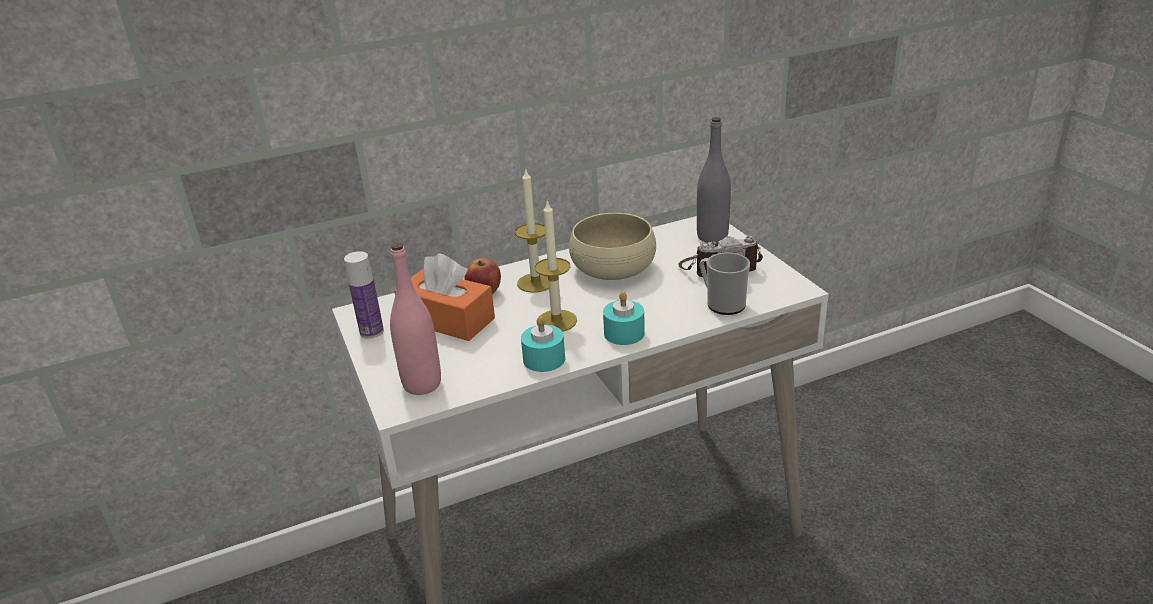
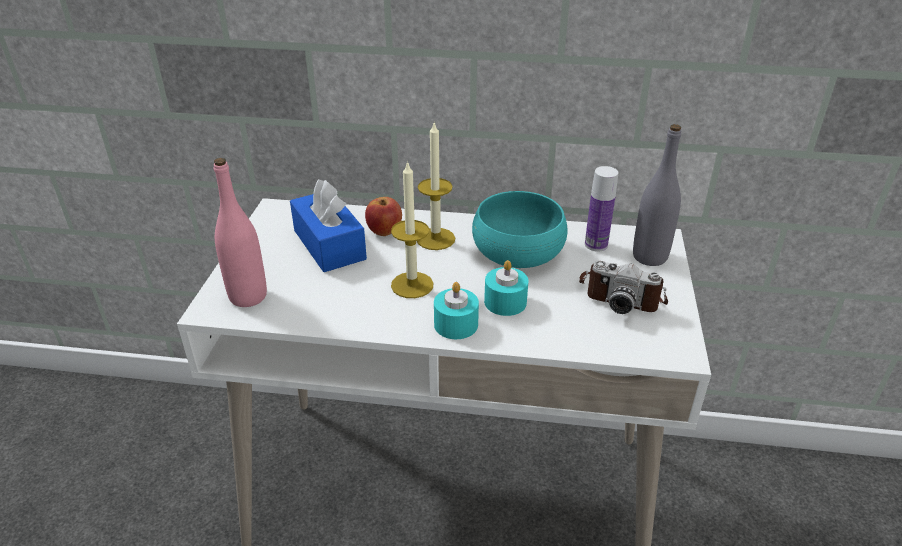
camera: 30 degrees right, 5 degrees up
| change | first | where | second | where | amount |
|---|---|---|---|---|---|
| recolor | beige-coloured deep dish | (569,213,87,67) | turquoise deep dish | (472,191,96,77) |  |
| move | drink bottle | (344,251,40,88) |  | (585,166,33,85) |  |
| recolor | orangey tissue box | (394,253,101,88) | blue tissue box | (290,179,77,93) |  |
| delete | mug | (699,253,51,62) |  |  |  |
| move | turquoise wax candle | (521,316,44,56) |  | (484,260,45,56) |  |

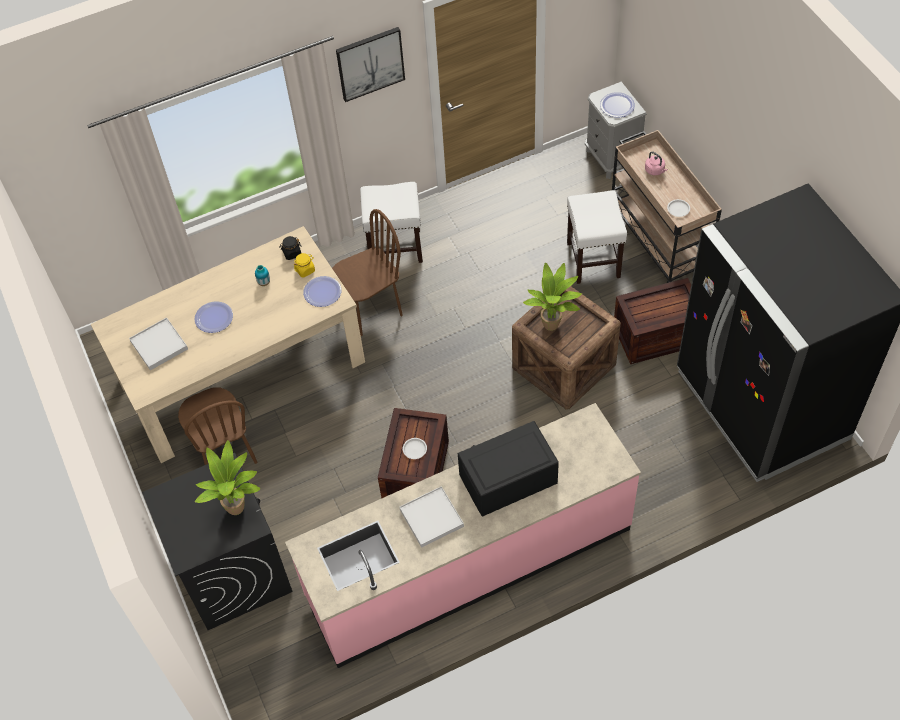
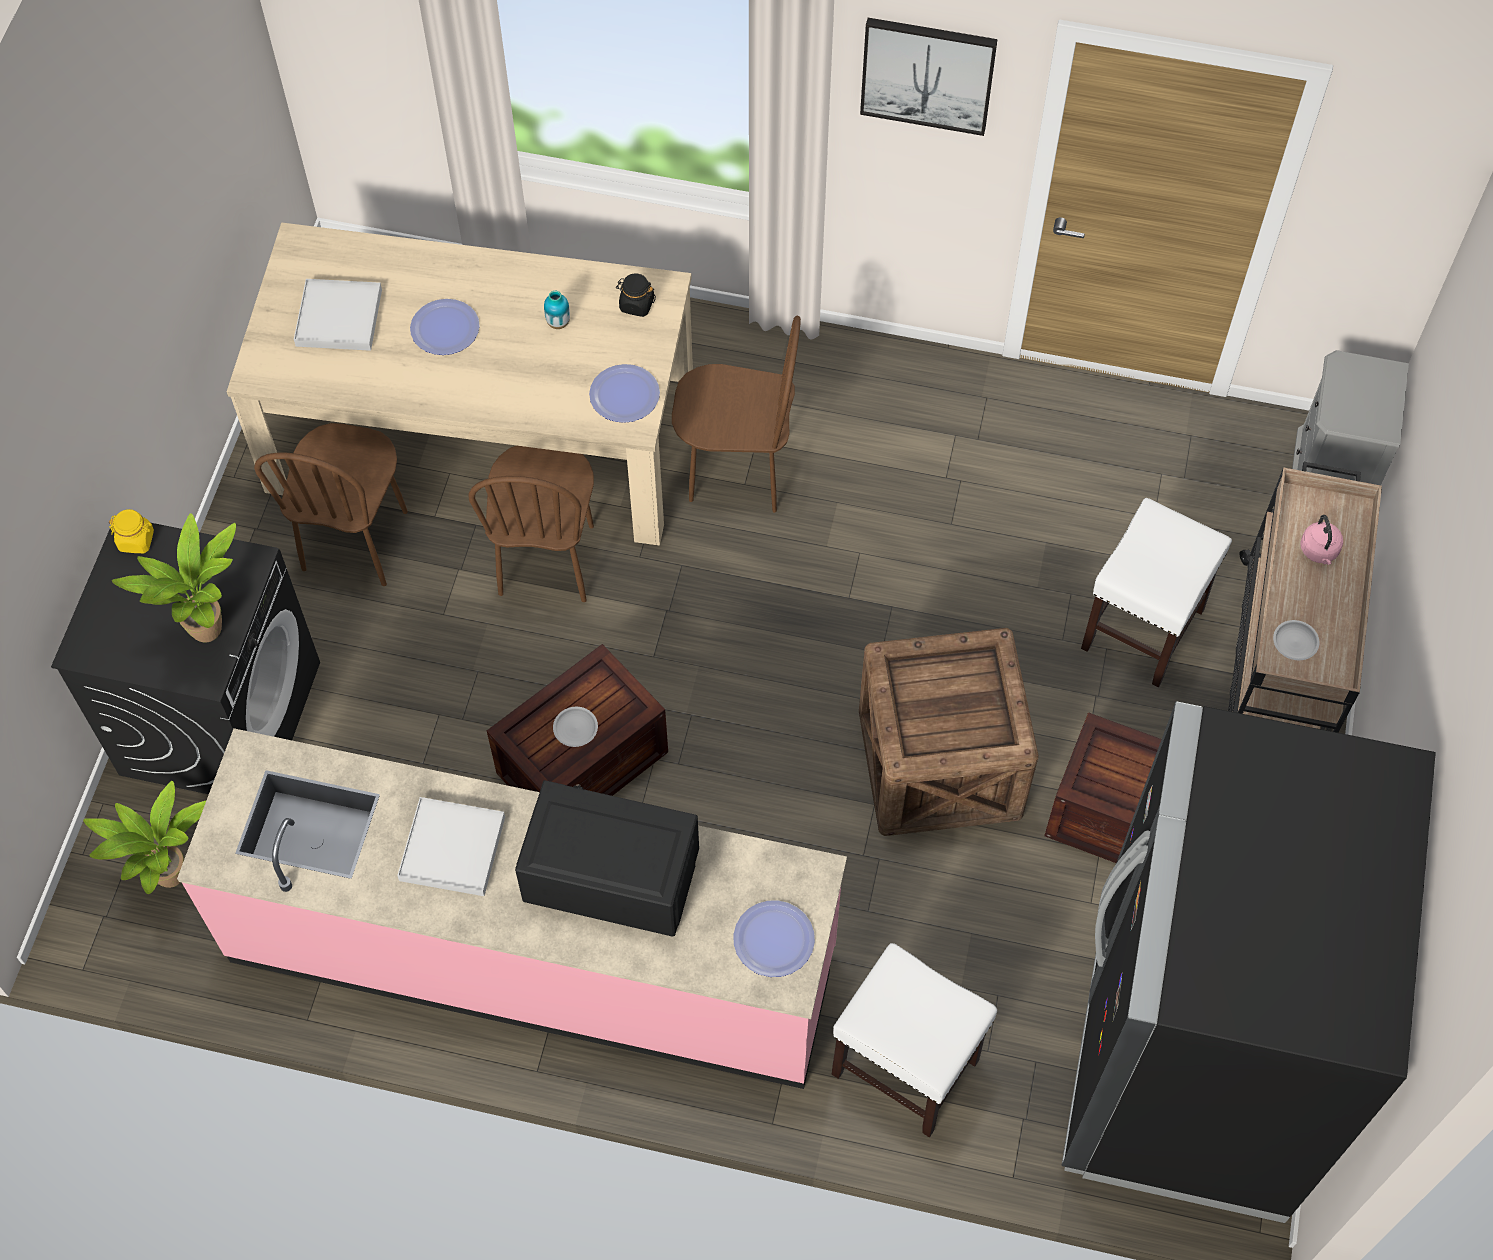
camera: 35 degrees right, 5 degrees up
| change | first | where | second | where | amount |
|---|---|---|---|---|---|
| move | dinner plate | (600,92,35,25) |  | (733,900,82,77) |  |
| move | white stool seat | (360,182,63,81) |  | (832,943,165,194) |  |
| move | yellowish preserve jar | (294,253,21,24) |  | (109,509,45,44) |  |
| move | plant in a pot | (523,263,59,68) |  | (83,781,123,113) |  |
| insert |  |  | brown-coloured chair | (469,446,125,156) |  |

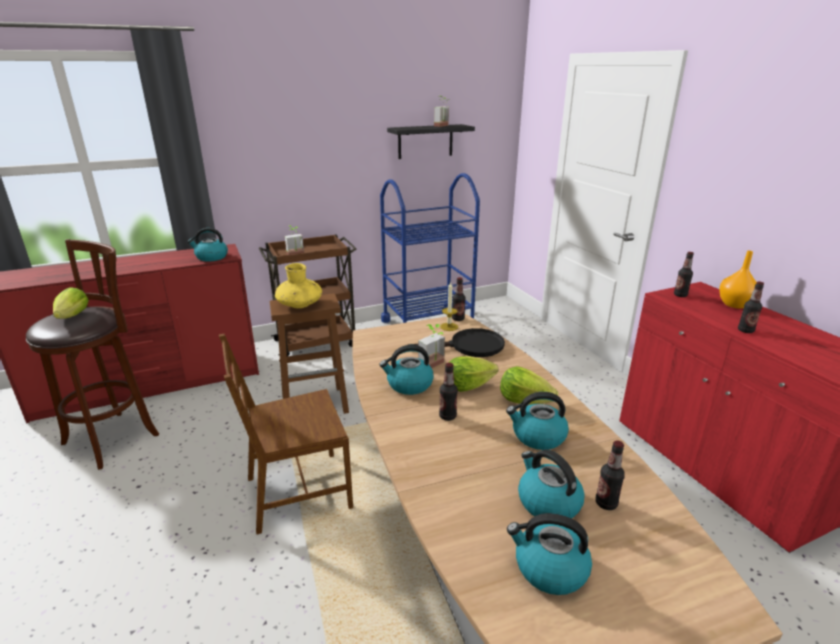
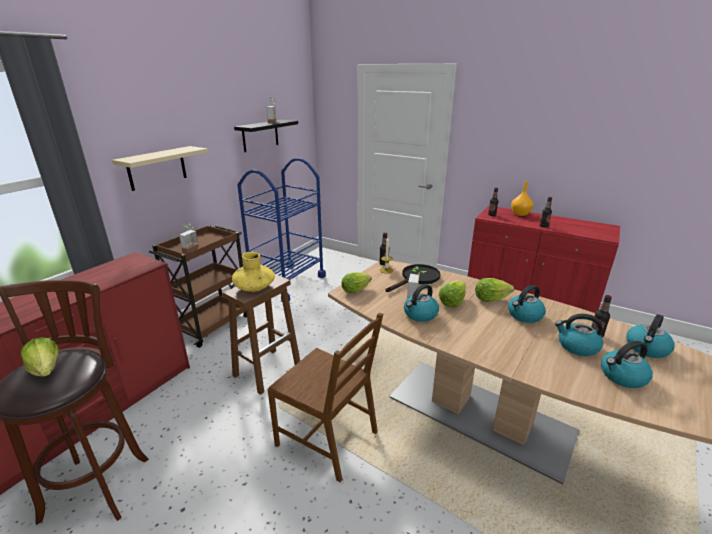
camera: 35 degrees left, 0 degrees up
| change | first | where | second | where | amount |
|---|---|---|---|---|---|
| move | water kettle | (187,228,41,34) |  | (626,314,49,44) |  |
| rotate | brown-coloured chair | (219,334,134,200) |  | (268,313,115,169) | 90 degrees counterclockwise |
| delete | drink bottle | (439,363,19,58) |  |  |  |
| insert |  |  | beige-coloured shelf | (112,146,96,45) |  |
| insert |  |  | head of lettuce | (341,272,31,21) |  |

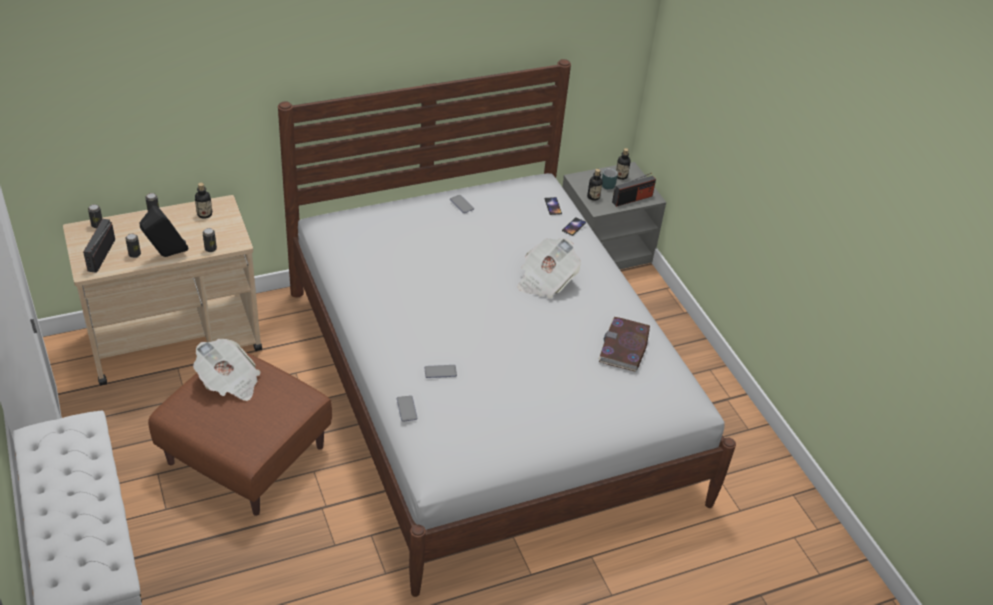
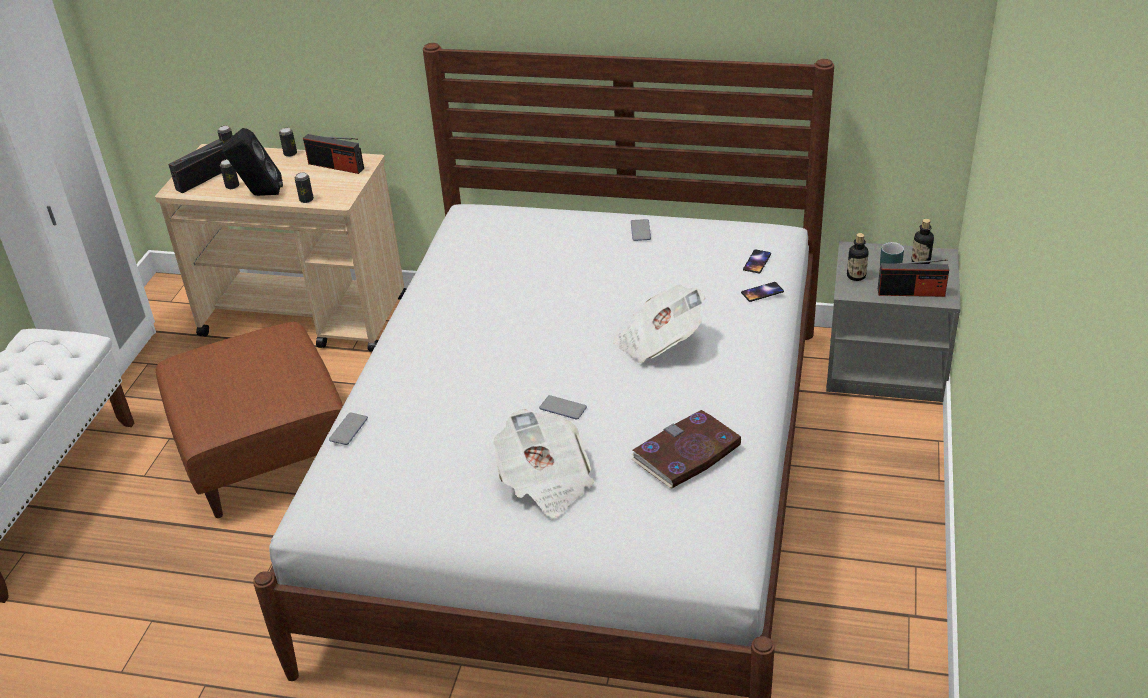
camera: 40 degrees right, 5 degrees down
| change | first | where | second | where | amount |
|---|---|---|---|---|---|
| replace | drink bottle | (195,183,17,36) | radio | (303,134,61,40) |  |
| move | newspaper | (193,339,67,62) |  | (493,409,101,109) |  |
| move | telephone | (424,365,33,13) |  | (539,395,48,24) |  |

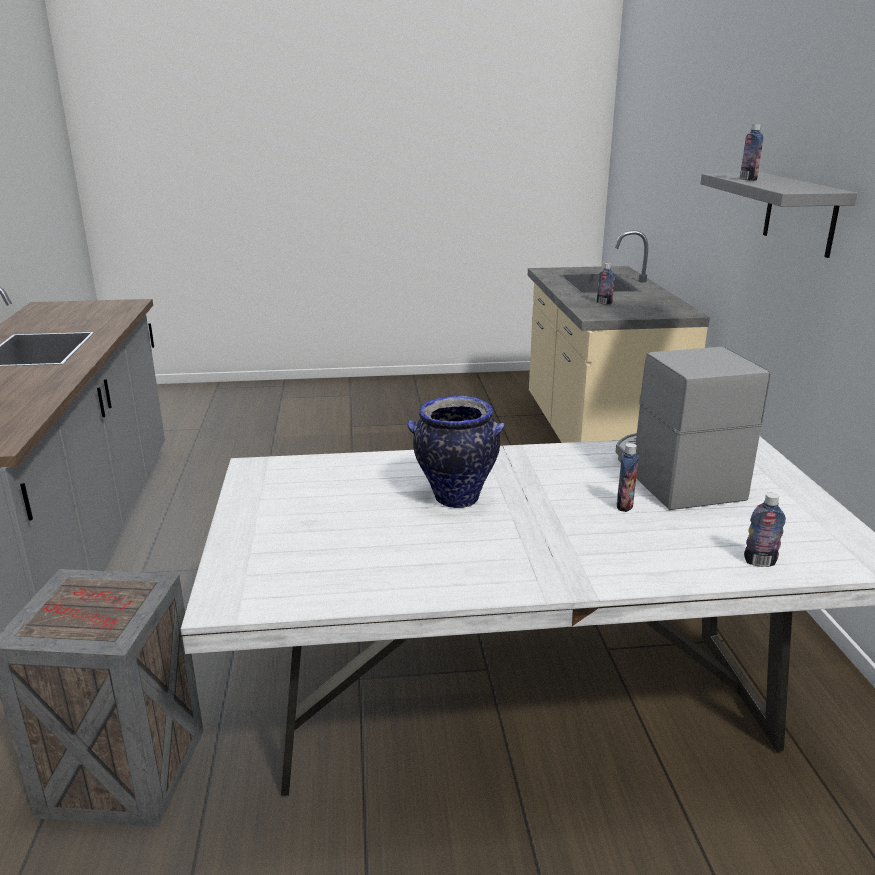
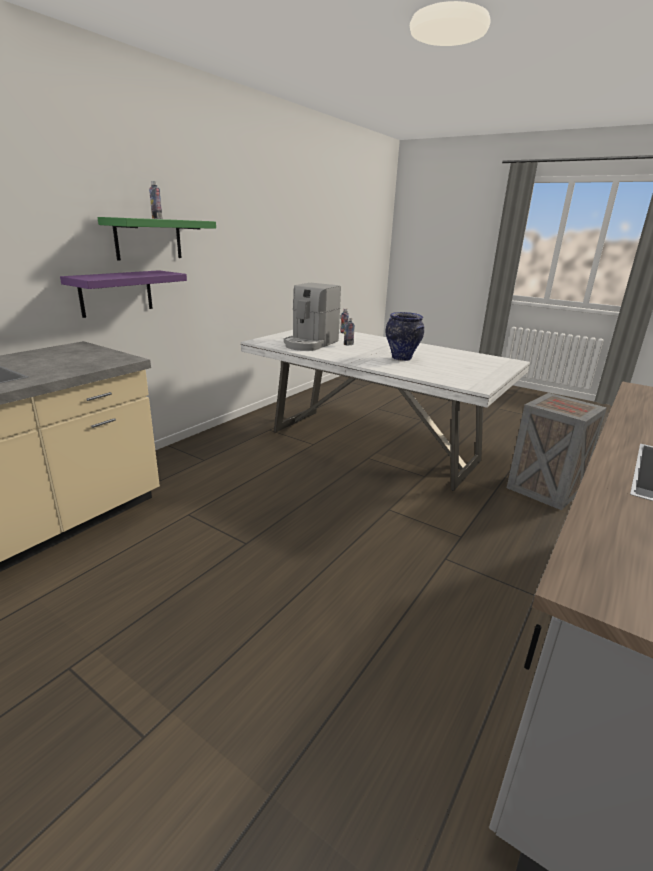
camera: 140 degrees left, 0 degrees up
| change | first | where | second | where | amount |
|---|---|---|---|---|---|
| recolor | grey shelf | (700,173,157,85) | greenish shelf | (97,217,119,43) |  |
| delete | drink bottle | (597,263,18,42) |  |  |  |
| insert |  |  | purplish shelf | (60,270,127,48) |  |

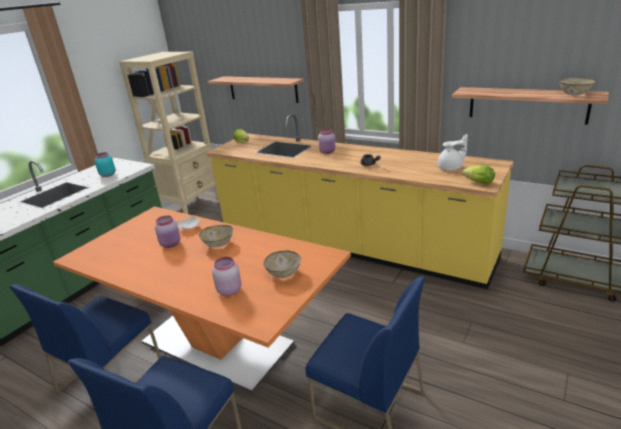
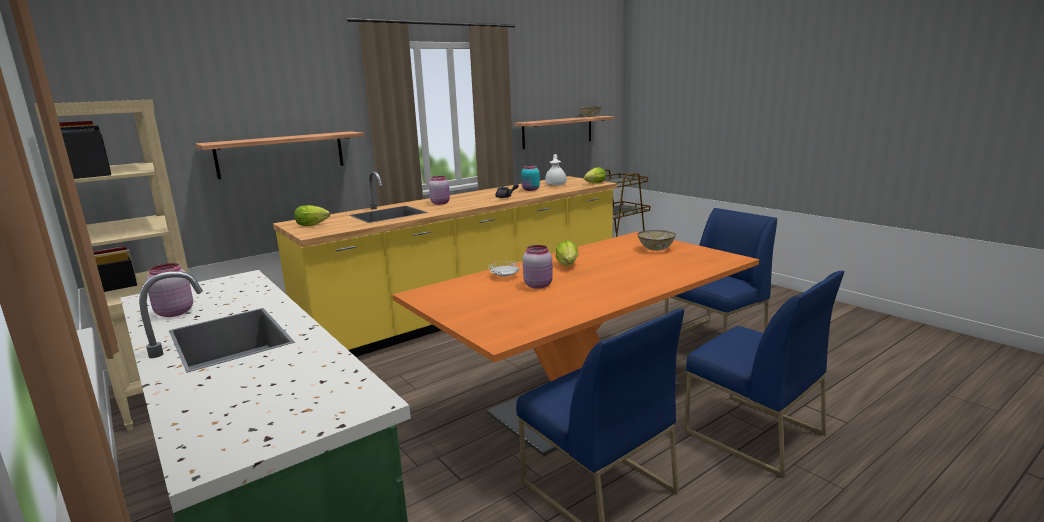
camera: 70 degrees left, 10 degrees down
| change | first | where | second | where | amount |
|---|---|---|---|---|---|
| move | turquoise preserve jar | (95,152,20,25) |  | (521,165,19,26) |  |
| replace | deep dish | (199,225,34,22) | head of lettuce | (556,240,22,26) |  |
| move | pinkish preserve jar | (212,257,29,39) |  | (146,263,47,54) |  |

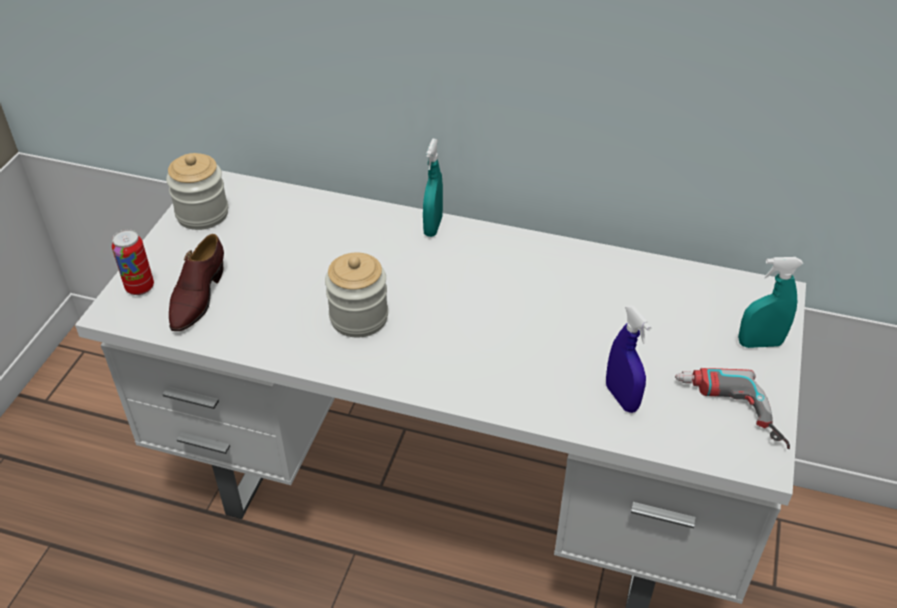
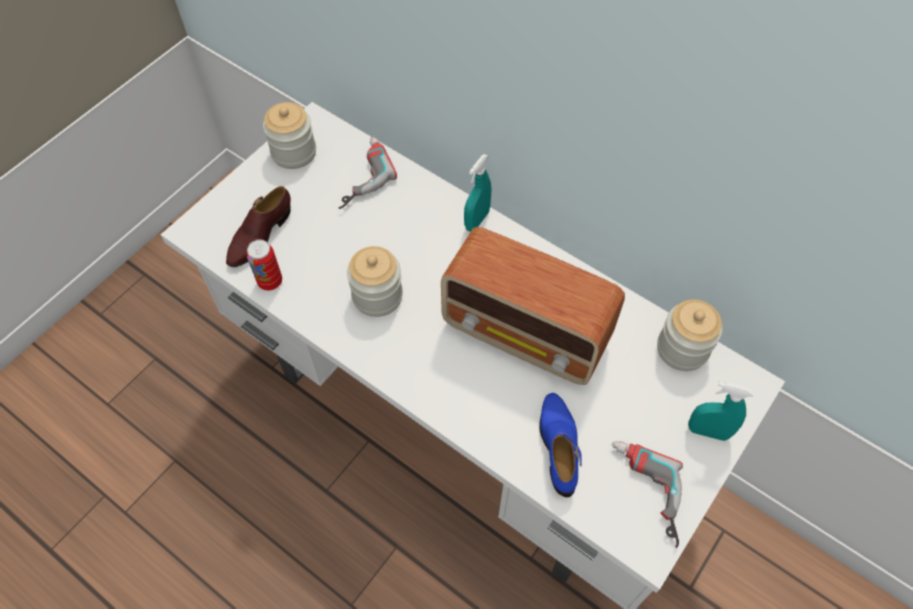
camera: 20 degrees right, 15 degrees up
| change | first | where | second | where | amount |
|---|---|---|---|---|---|
| move | metal can | (112,229,42,66) |  | (247,240,35,51) |  |
| replace | blue hand sprayer | (606,305,46,108) | blue low shoe | (539,393,43,104) |  |
| insert |  |  | power drill | (339,137,58,72) |  |
| insert |  |  | radio | (441,227,184,158) |  |
| insert |  |  | preserve jar | (657,300,66,71) |  |

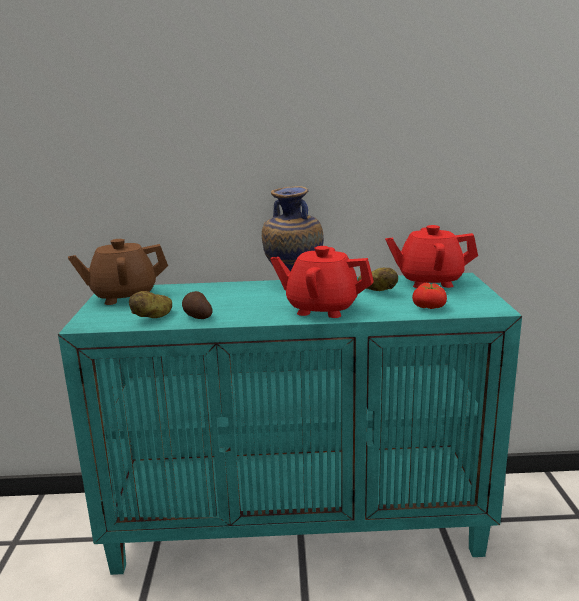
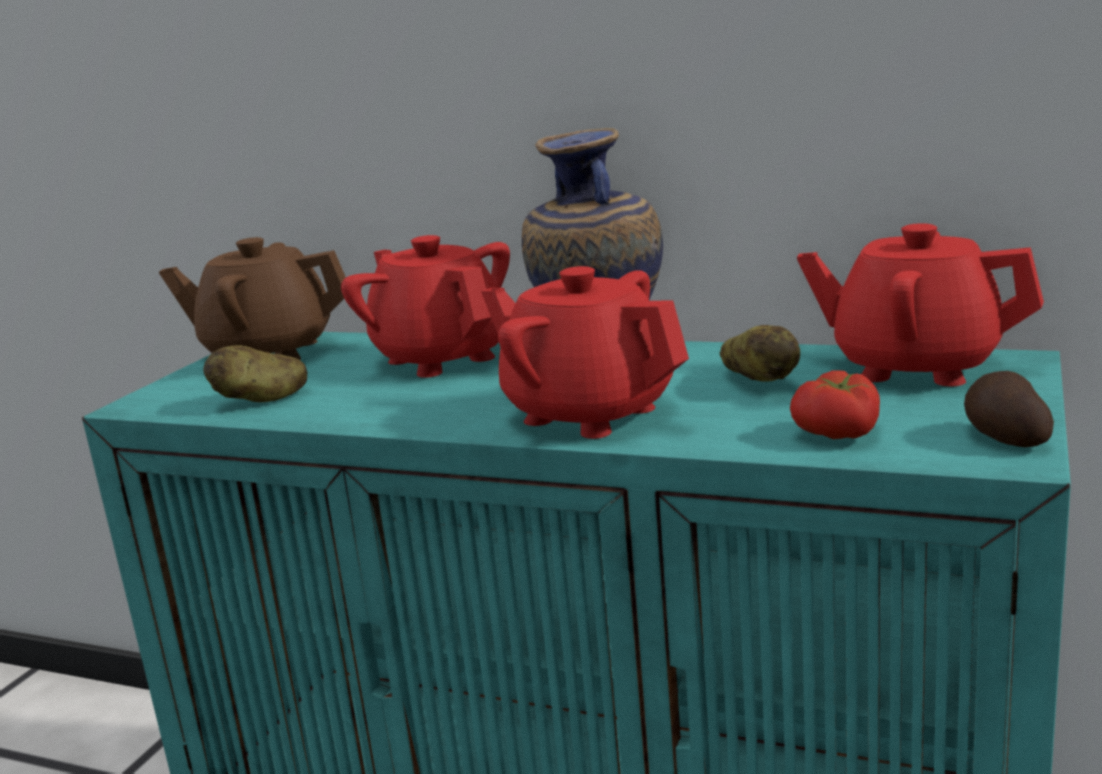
camera: 25 degrees right, 0 degrees up
| change | first | where | second | where | amount |
|---|---|---|---|---|---|
| move | whole potato | (182,291,30,28) |  | (964,371,90,76) |  |
| insert |  |  | red-coloured teapot | (341,235,169,143) |  |

